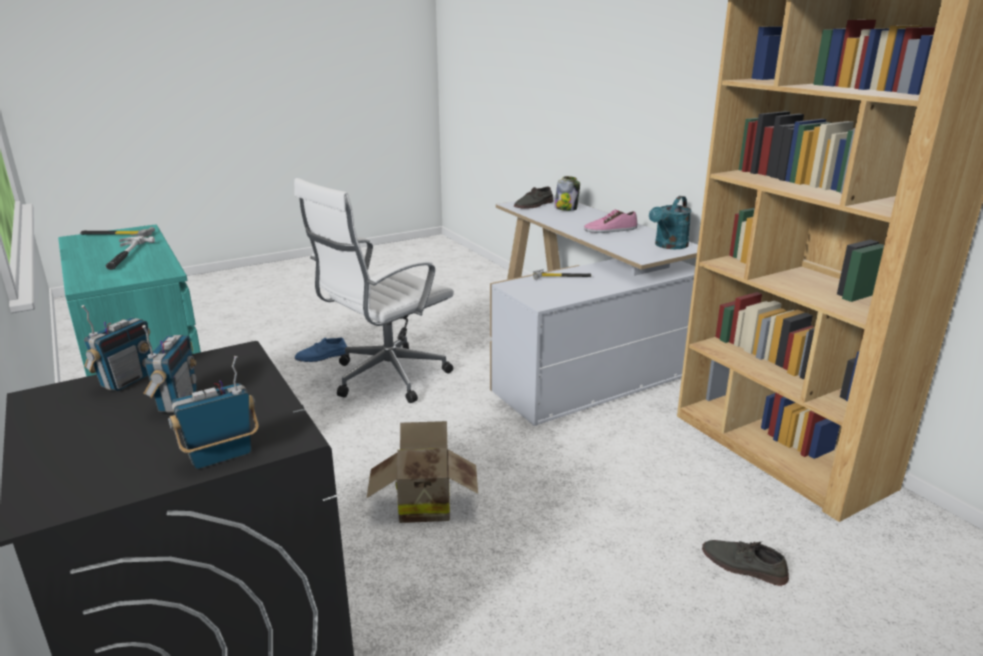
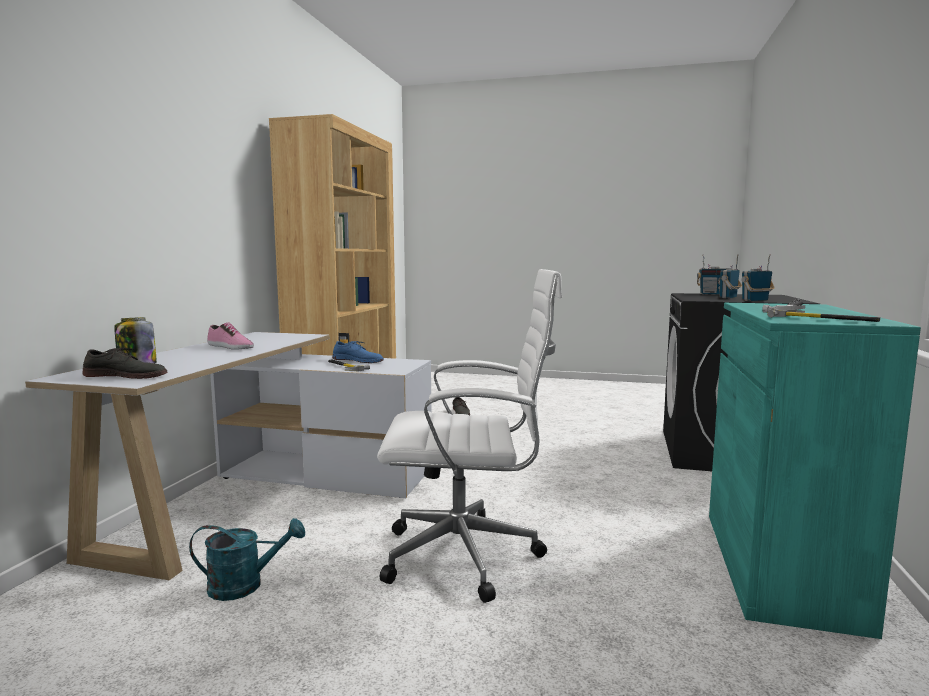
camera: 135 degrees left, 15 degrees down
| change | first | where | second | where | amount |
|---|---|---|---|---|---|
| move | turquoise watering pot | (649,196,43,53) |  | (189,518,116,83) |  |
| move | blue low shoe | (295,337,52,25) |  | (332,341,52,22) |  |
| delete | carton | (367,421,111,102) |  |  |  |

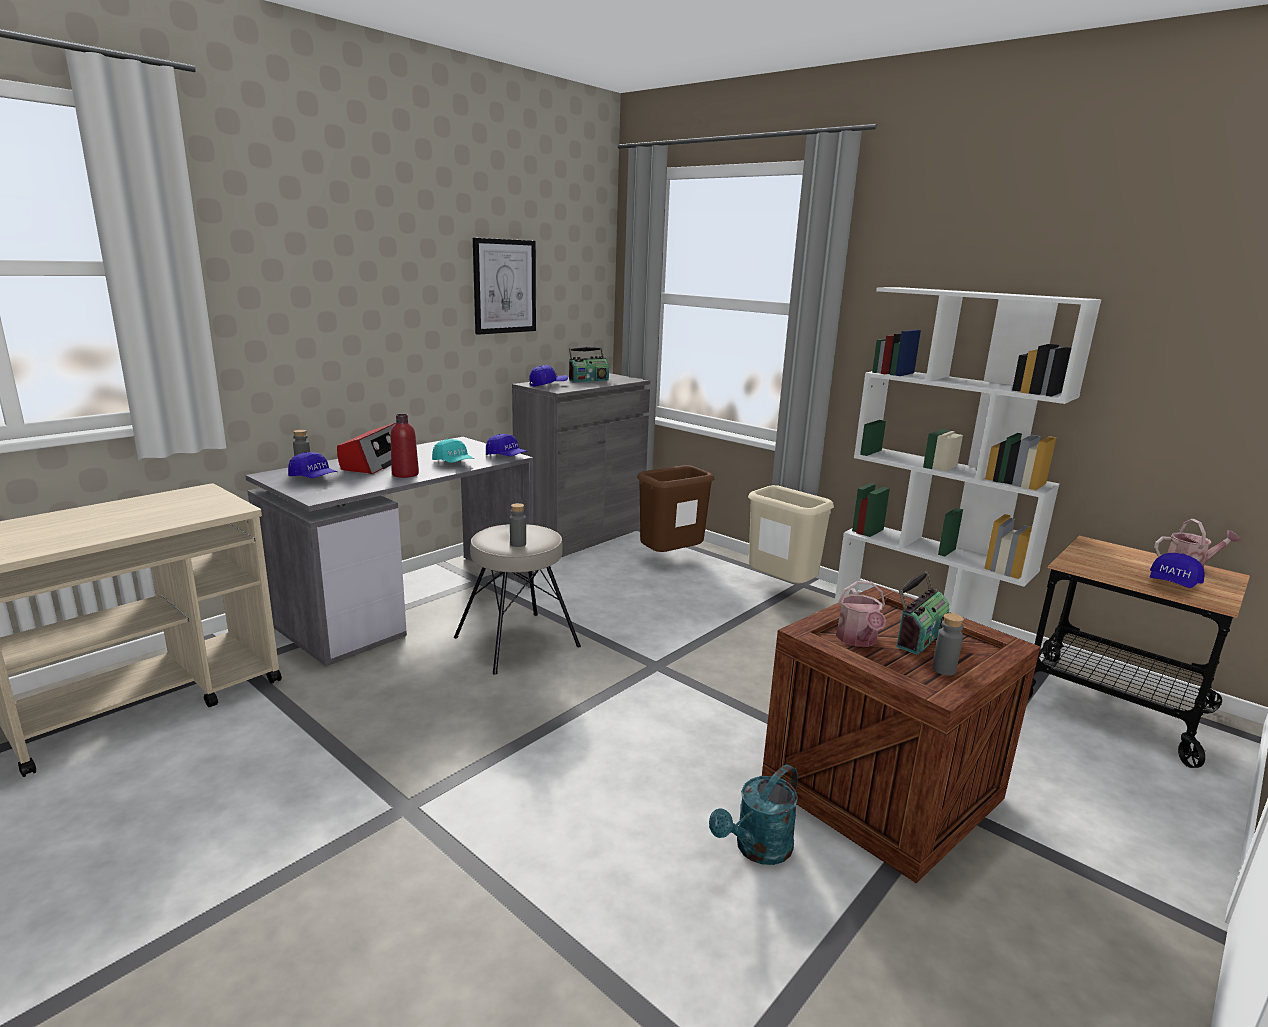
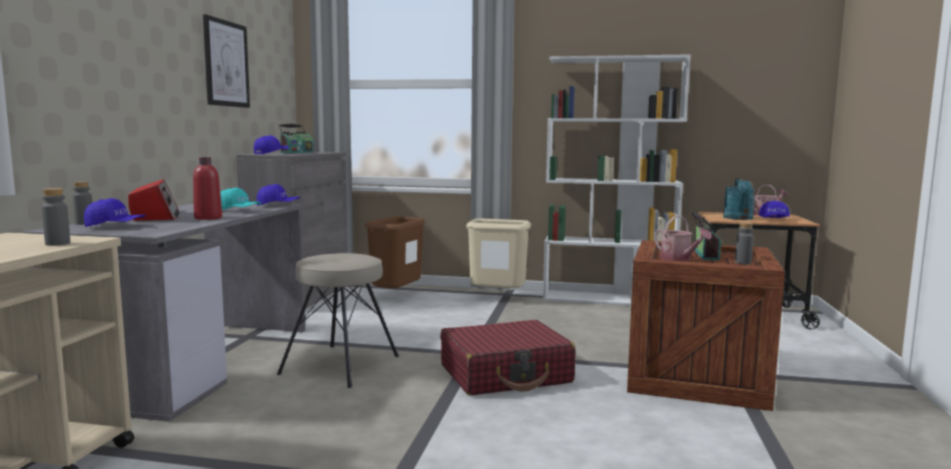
camera: 30 degrees left, 10 degrees down
| change | first | where | second | where | amount |
|---|---|---|---|---|---|
| move | grey drink bottle | (510,503,16,44) |  | (42,188,28,58) |  |
| move | turquoise watering pot | (709,765,89,100) |  | (723,178,32,42) |  |
| insert |  |  | red-coloured travel case | (440,320,135,75) |  |

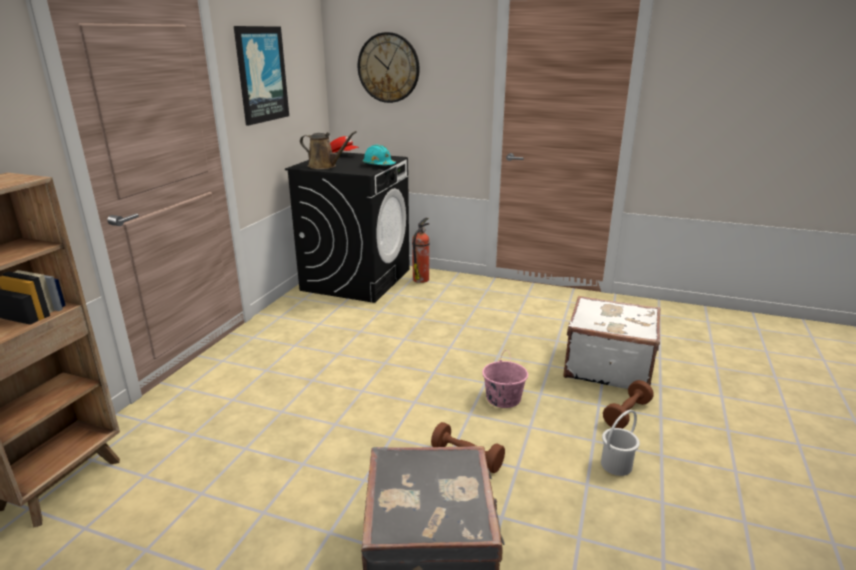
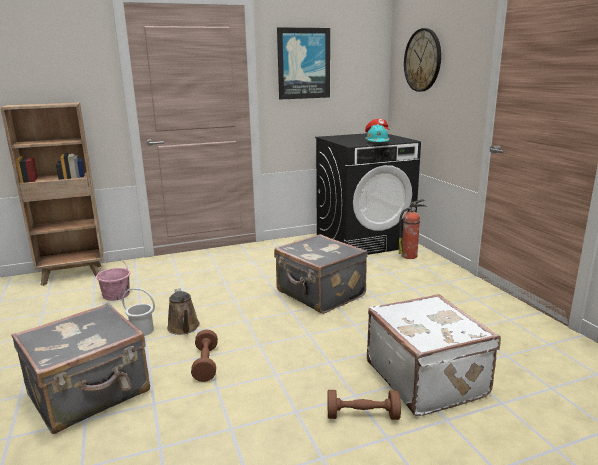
camera: 50 degrees right, 5 degrees down
| change | first | where | second | where | amount |
|---|---|---|---|---|---|
| move | brown-coloured watering pot | (300,131,56,38) |  | (167,288,33,47) |  |
| move | pinkish pail | (482,350,46,58) |  | (96,258,34,43) |  |
| move | white pail | (601,410,39,66) |  | (122,288,33,48) |  |
| insert |  |  | grey travel case | (274,234,93,80) |  |

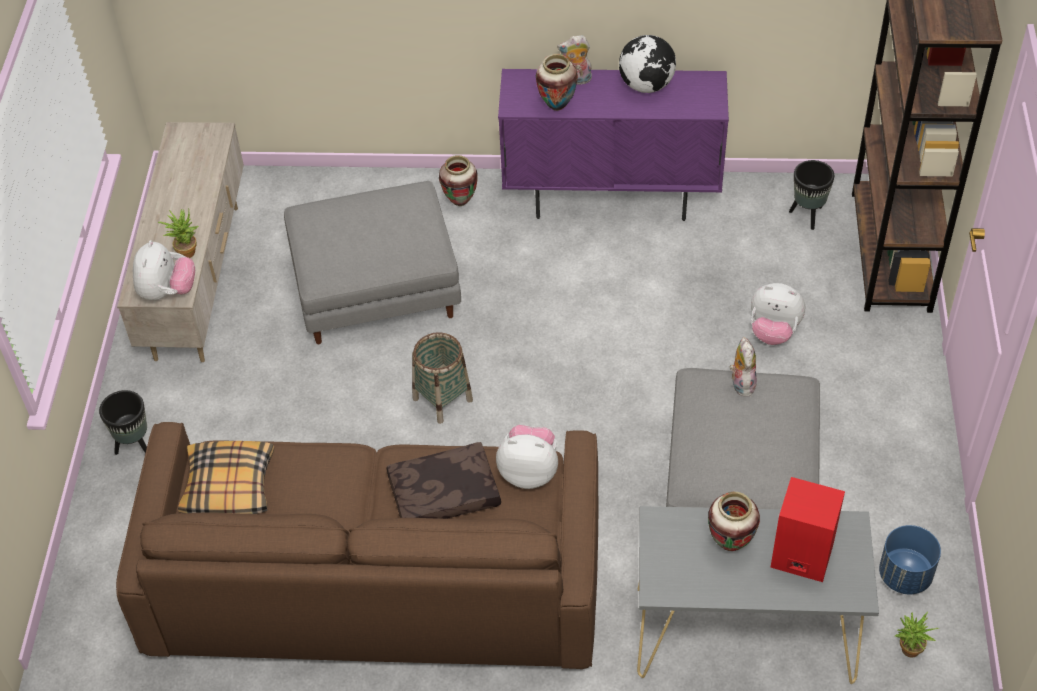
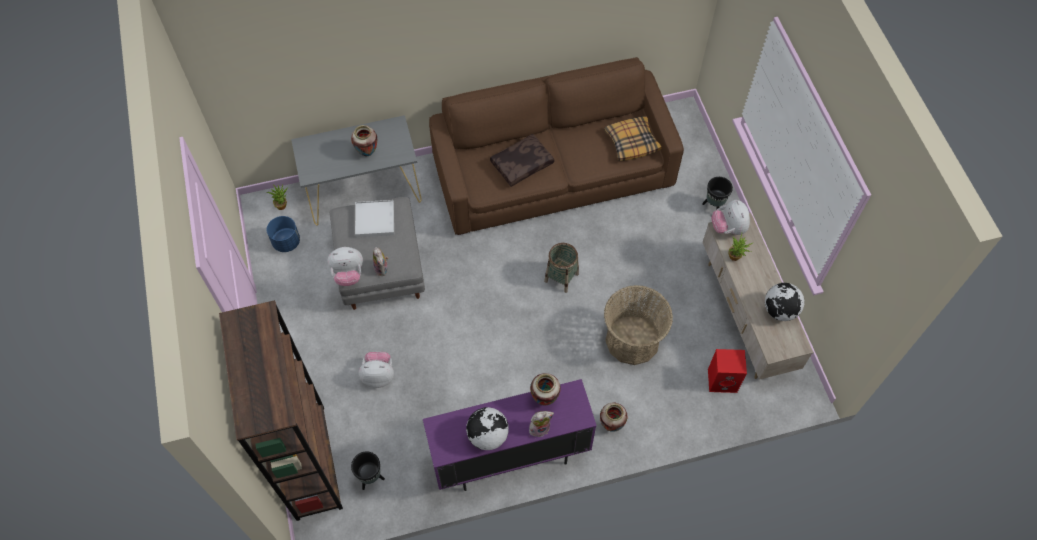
camera: 160 degrees right, 10 degrees up
| change | first | where | second | where | amount |
|---|---|---|---|---|---|
| replace | grey pouffe | (284,181,177,163) | basket | (604,285,69,80) |  |
| move | plush toy | (496,425,62,64) |  | (327,247,36,39) |  |
| move | red-coloured speaker | (770,477,75,105) |  | (708,349,39,44) |  |
| insert |  |  | white tray | (355,200,39,37) |  |
| insert |  |  | world globe | (765,283,39,38) |  |

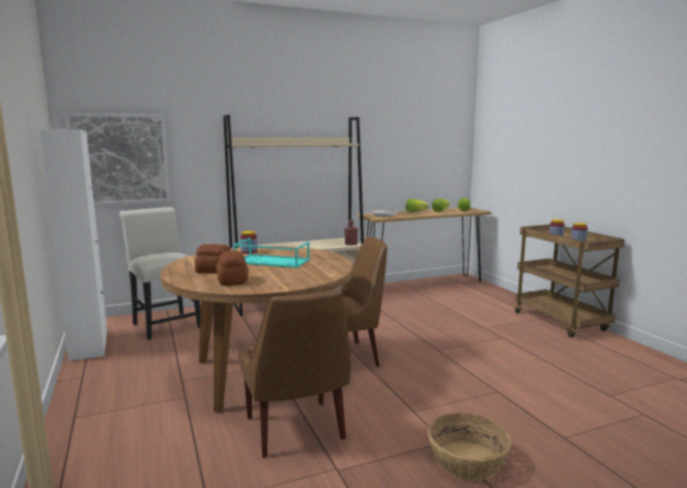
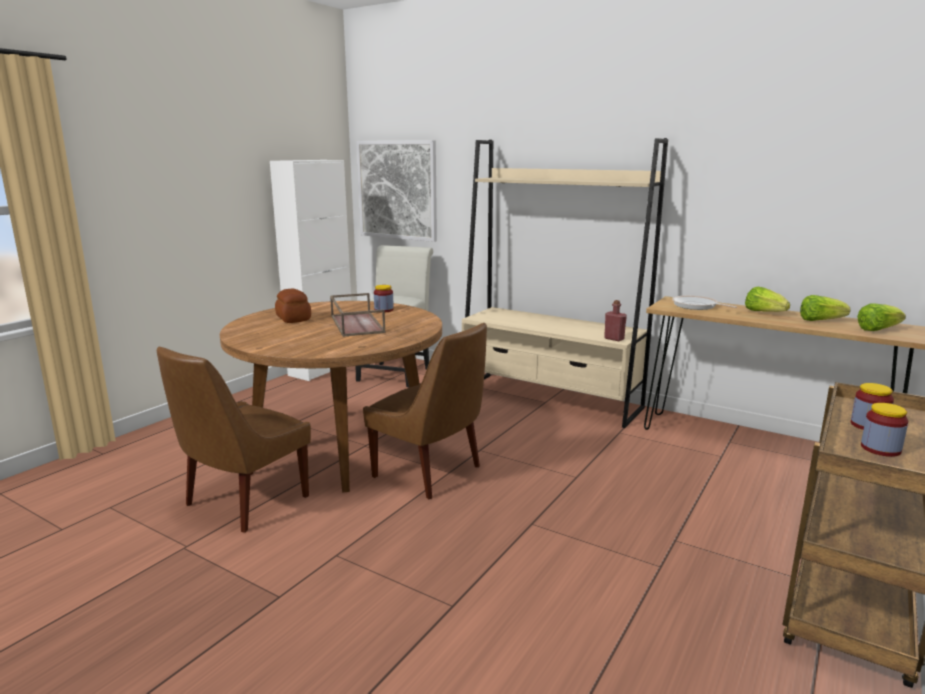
camera: 55 degrees right, 5 degrees up
| change | first | where | second | where | amount |
|---|---|---|---|---|---|
| recolor | turquoise tray | (233,238,77,30) | brown-coloured tray | (330,293,56,44) |  |
| delete | baked bread | (216,251,32,35) |  |  |  |
| delete | basket | (427,413,84,67) |  |  |  |

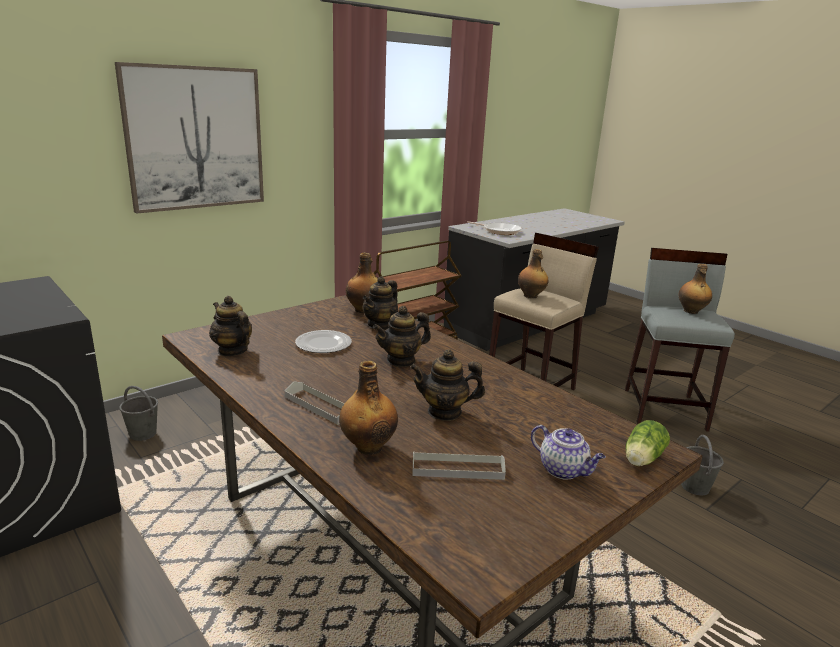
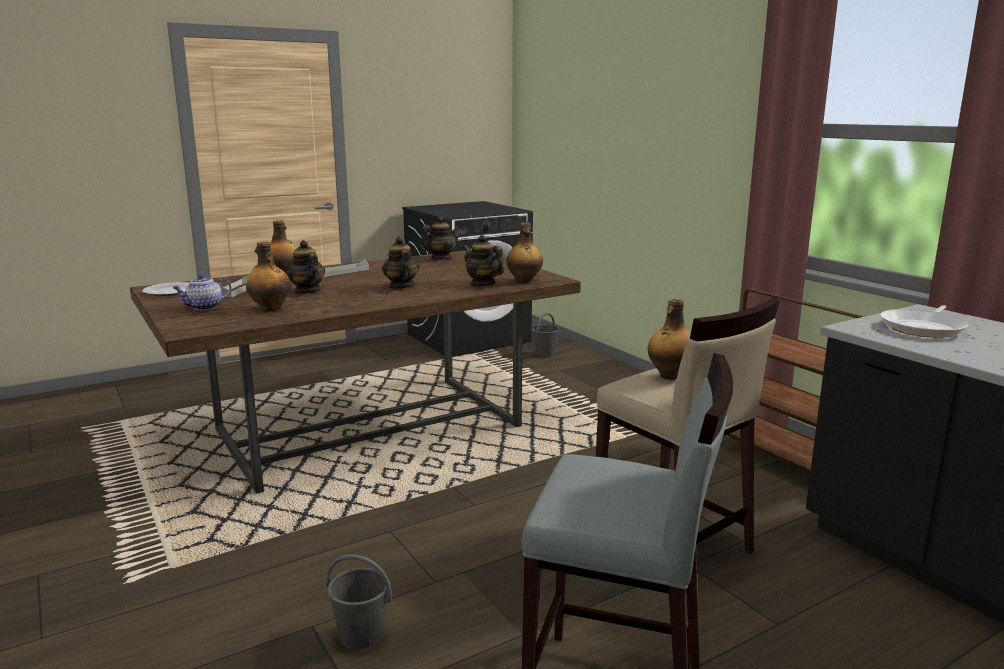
camera: 100 degrees right, 5 degrees down
| change | first | where | second | where | amount |
|---|---|---|---|---|---|
| delete | wall art | (115,62,149,152) |  |  |  |
| move | drink bottle | (679,264,33,50) |  | (246,241,45,71) |  |
| move | dinner plate | (295,330,57,23) |  | (142,282,48,14) |  |
| rotate | teapot | (410,349,75,72) |  | (287,240,38,54) | 45 degrees counterclockwise |
| delete | head of lettuce | (626,420,44,46) |  |  |  |

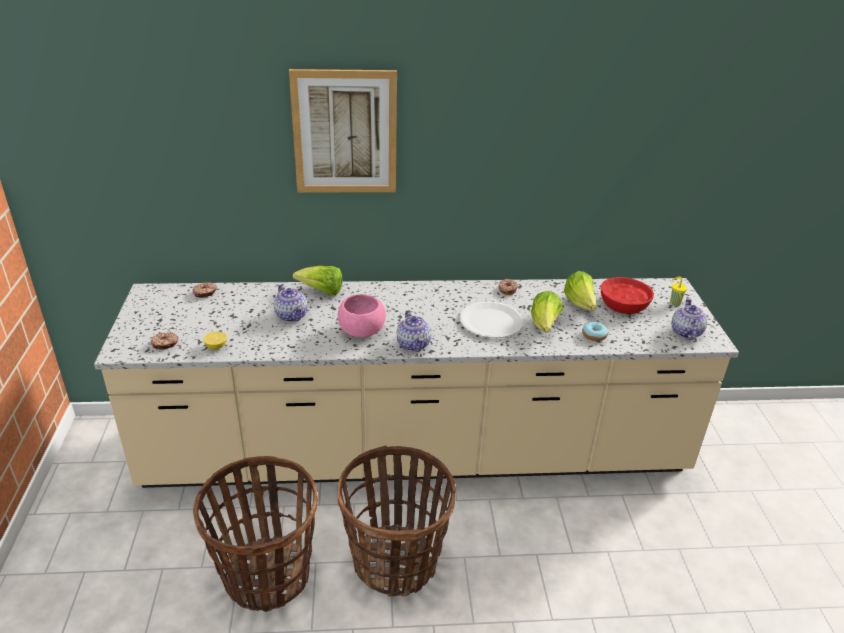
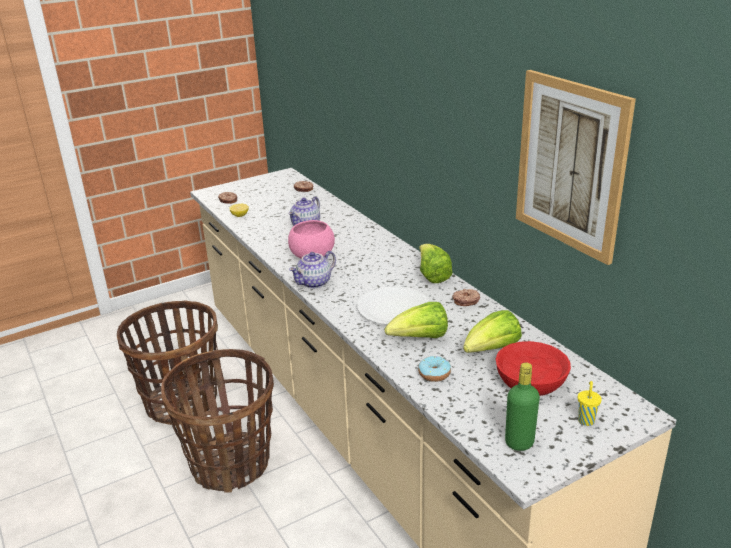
camera: 65 degrees right, 5 degrees down
| change | first | where | second | where | amount |
|---|---|---|---|---|---|
| move | wall art | (289,69,108,123) |  | (516,70,120,195) |  |
| move | head of lettuce | (293,266,50,29) |  | (419,244,34,39) |  |
| replace | teapot | (671,298,36,42) | greenish drink bottle | (505,362,35,89) |  |

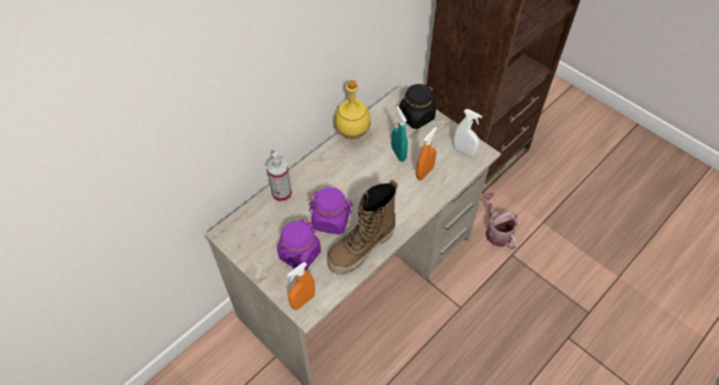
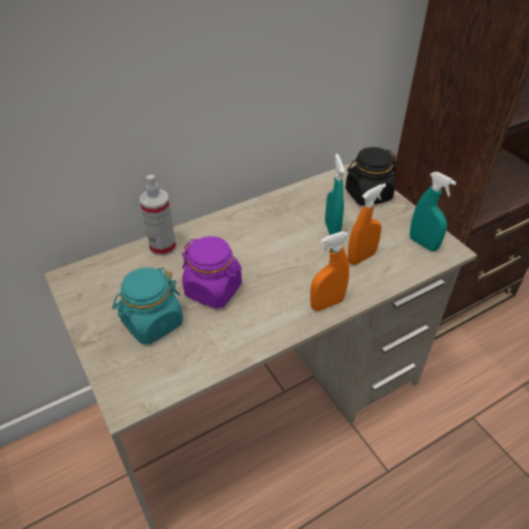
camera: 15 degrees right, 10 degrees down
| change | first | where | second | where | amount |
|---|---|---|---|---|---|
| delete | yellowish drink bottle | (334,80,37,60) |  |  |  |
| recolor | white hand sprayer | (453,109,29,48) | turquoise hand sprayer | (410,172,46,79) |  |
| delete | high-top boot | (327,179,71,96) |  |  |  |
| delete | watering pot | (482,193,35,56) |  |  |  |
| recolor | purplish preserve jar | (277,219,44,51) | turquoise preserve jar | (112,267,71,78) |  |
| move | orangey hand sprayer | (287,262,28,48) |  | (310,231,39,80) |  |

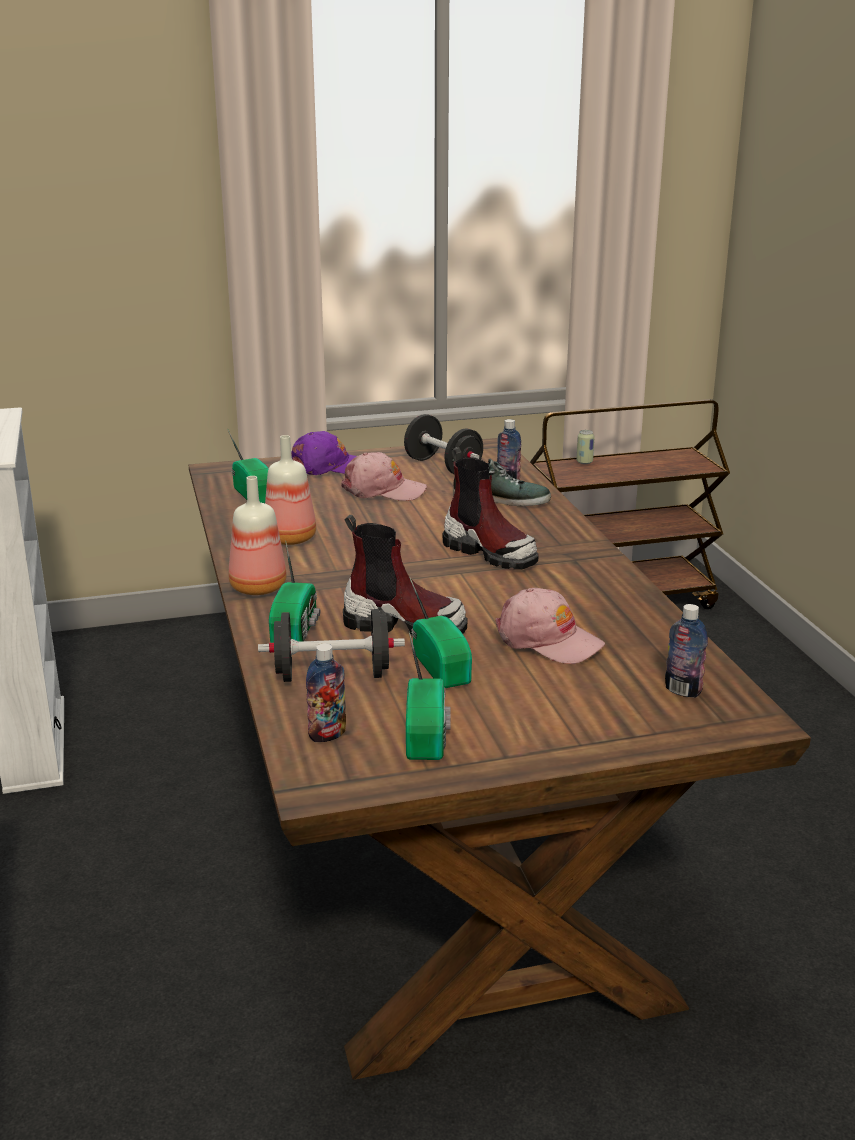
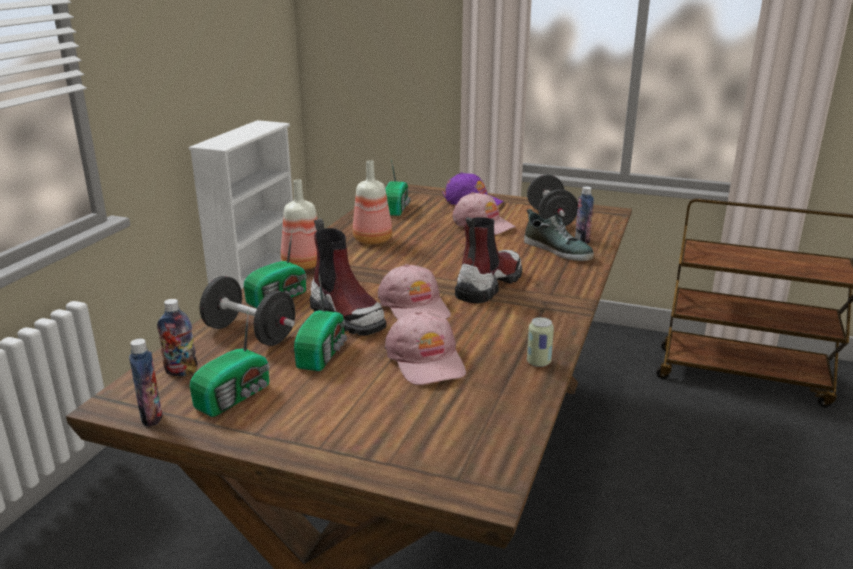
camera: 35 degrees right, 0 degrees up
| change | first | where | second | where | amount |
|---|---|---|---|---|---|
| move | metal can | (576,430,19,34) |  | (527,317,27,50) |  |
| rotate | high-top boot | (443,447,96,123) |  | (455,217,67,86) | 135 degrees counterclockwise |
| move | drink bottle | (665,604,43,93) |  | (129,339,33,88) |  |
| insert |  |  | pinkish cap | (378,264,73,56) |  |

